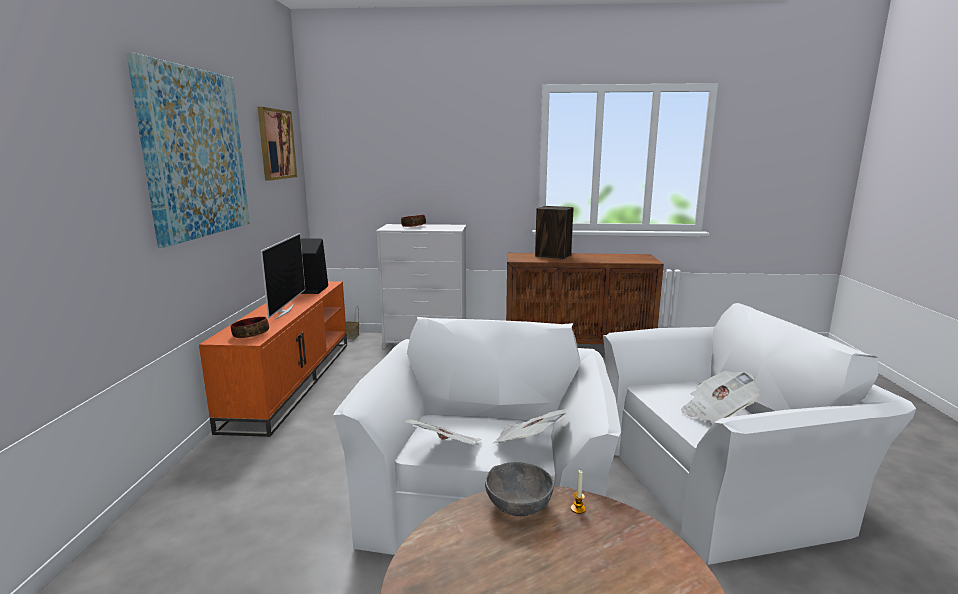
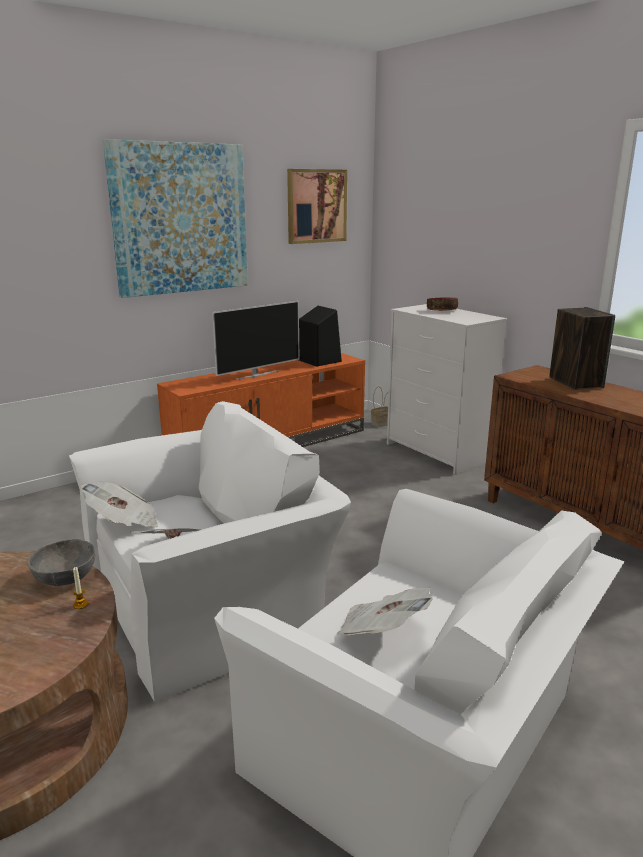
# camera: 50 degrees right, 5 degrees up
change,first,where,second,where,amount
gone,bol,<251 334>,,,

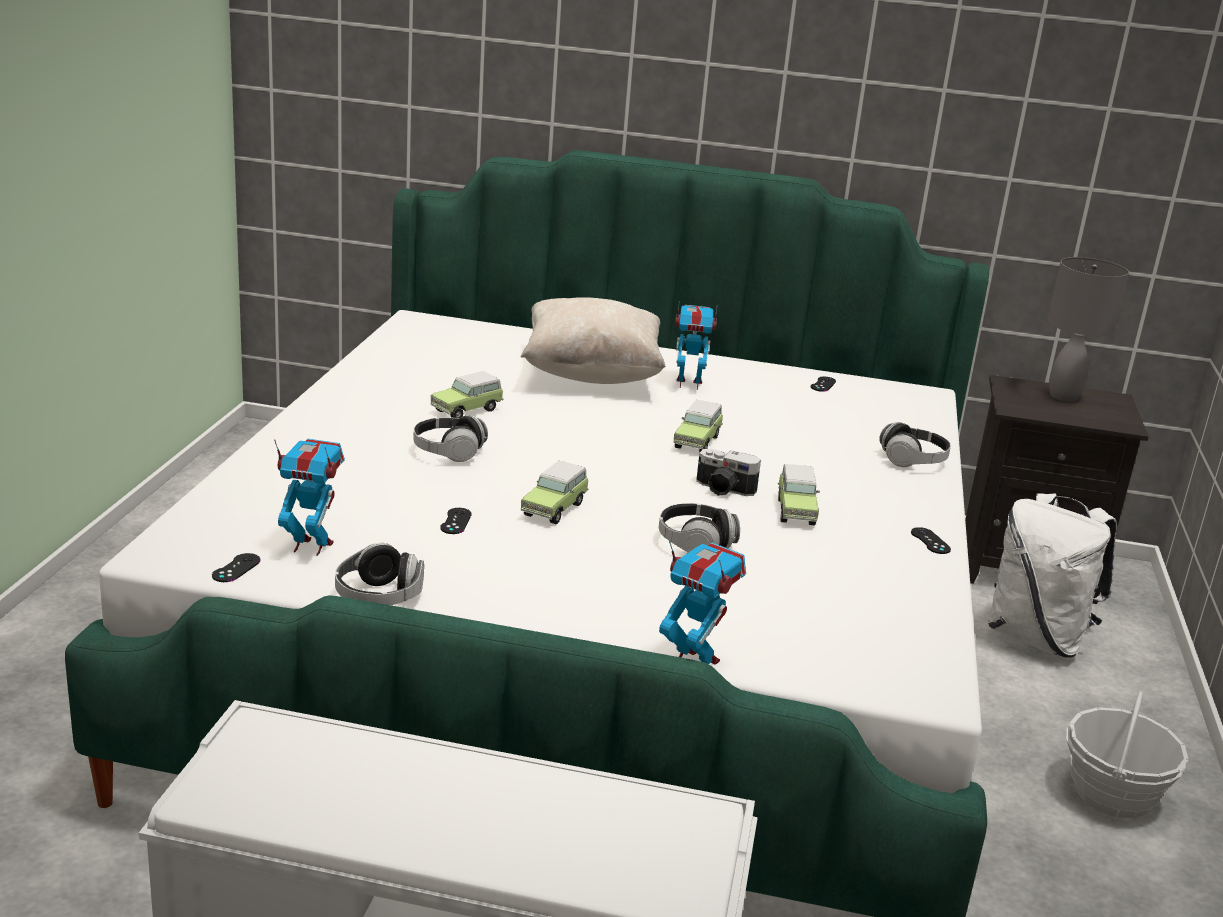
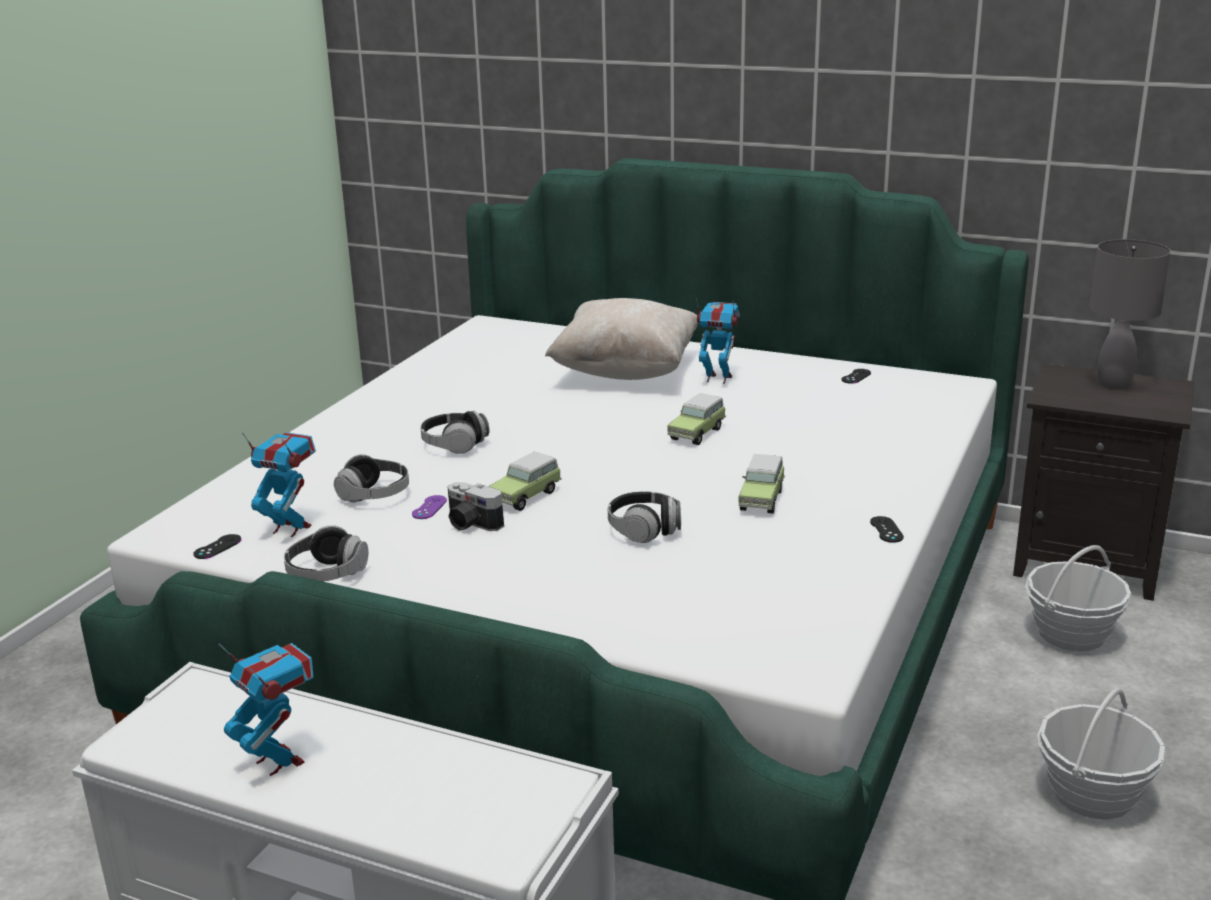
# camera: 15 degrees right, 0 degrees up
change,first,where,second,where,amount
gone,petite voiture,<468 410>,,,
repainted,manette (noir),<456 521>,manette (violet),<429 507>,
shifted,robot jouet,<694 660>,,<279 761>,
shifted,appareil photo,<723 490>,,<471 524>,
shifted,casque audio,<912 461>,,<374 495>,
swapped,sac à dos (blanc),<1037 638>,panier,<1071 634>,

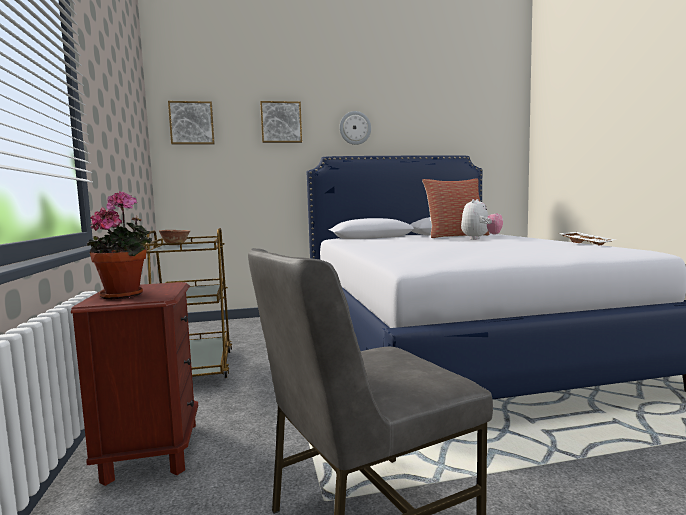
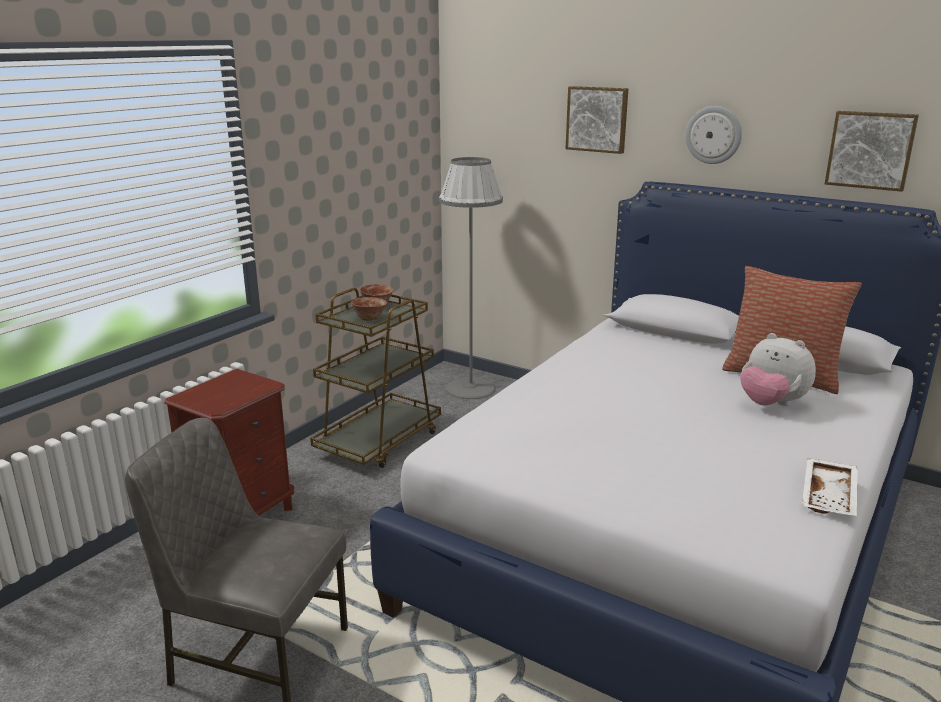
# camera: 45 degrees right, 15 degrees up
change,first,where,second,where,amount
gone,plante en pot,<126 294>,,,
shifted,tableau,<192 123>,,<870 150>,
rotated,peluche,<480 239>,,<771 404>,60 degrees clockwise
new,,,bol,<369 318>,
new,,,lampadaire (gris),<471 388>,

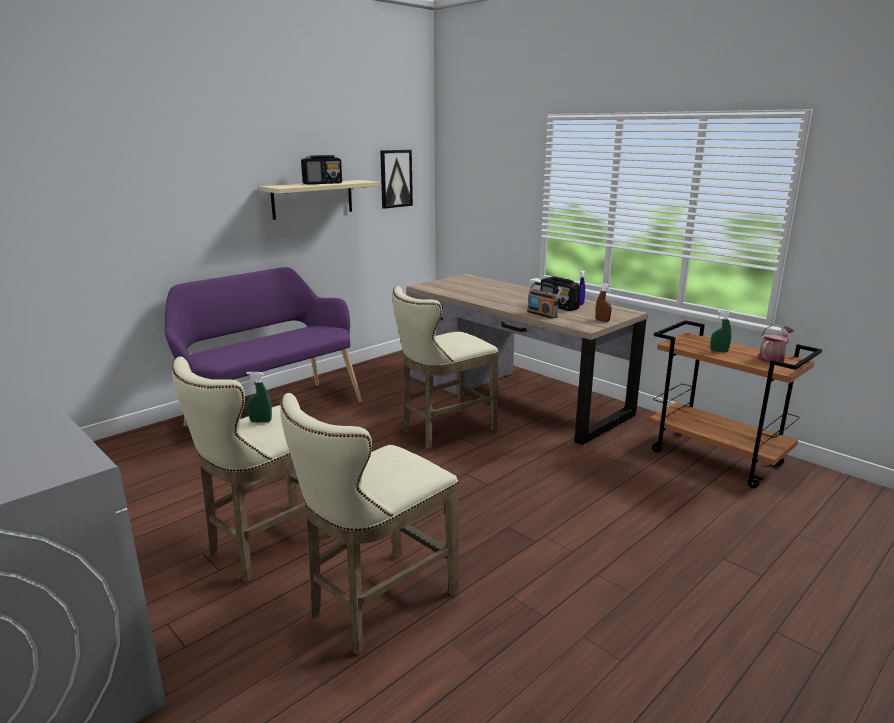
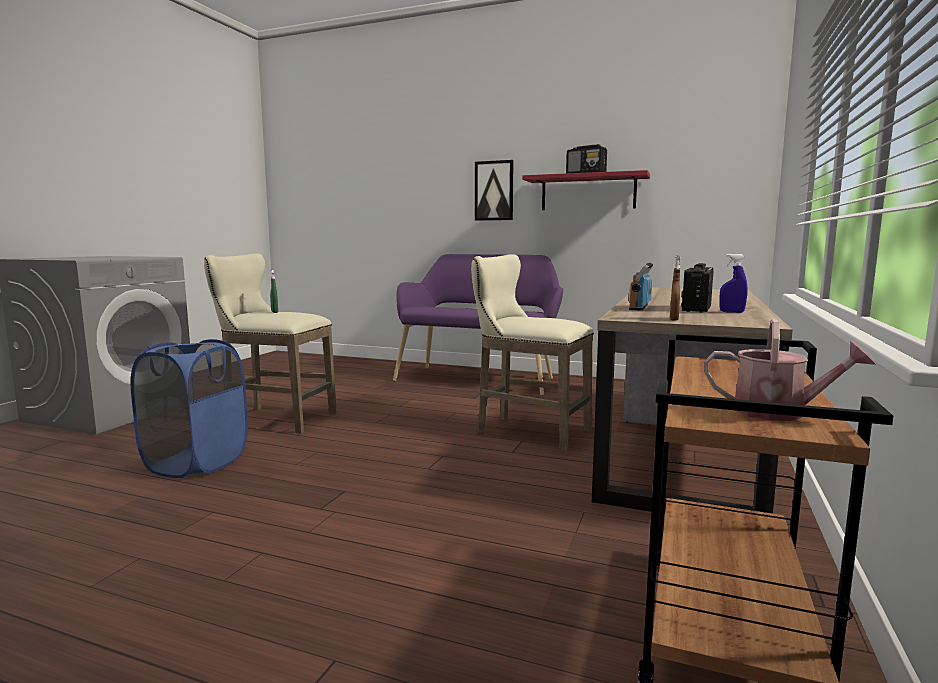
# camera: 65 degrees right, 10 degrees down
change,first,where,second,where,amount
repainted,étagère (beige),<312 199>,étagère (rouge),<588 193>,
swapped,tabouret (beige),<375 605>,panier à linge (bleu),<197 463>,
shifted,tableau,<395 178>,,<494 191>,
gone,vaporisateur (vert),<719 351>,,,

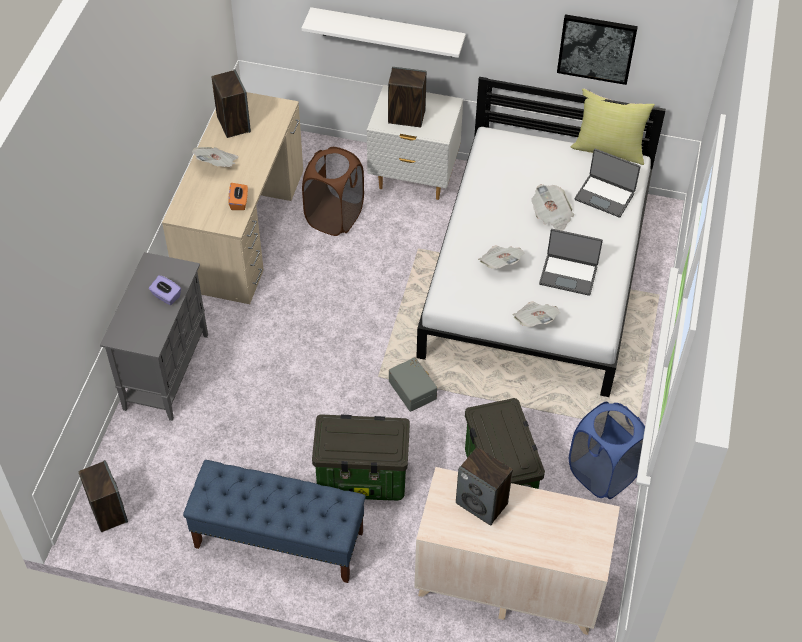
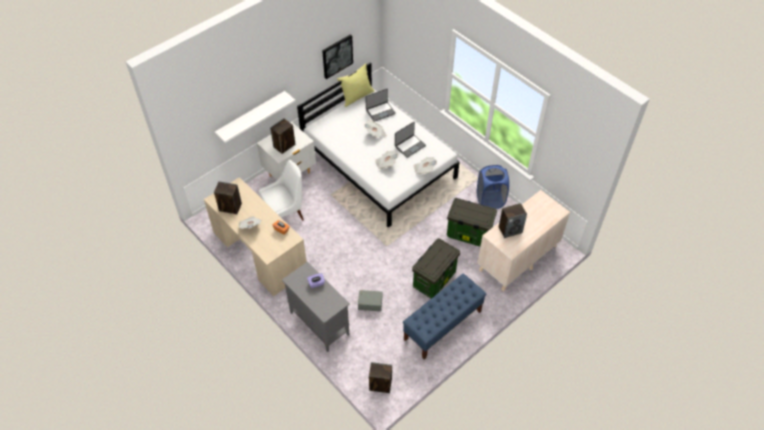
# camera: 55 degrees left, 0 degrees up
change,first,where,second,where,amount
swapped,panier à linge (marron),<334 217>,chaise (blanc),<285 214>,
shifted,boîte de rangement (gris),<413 389>,,<370 302>,

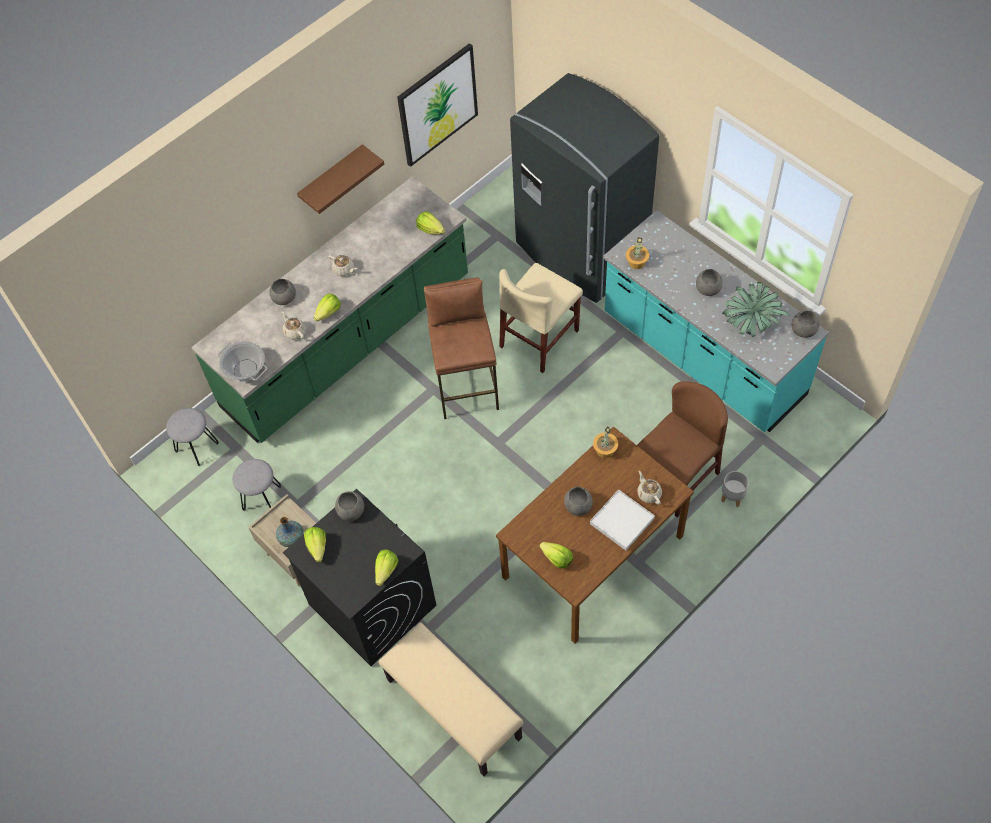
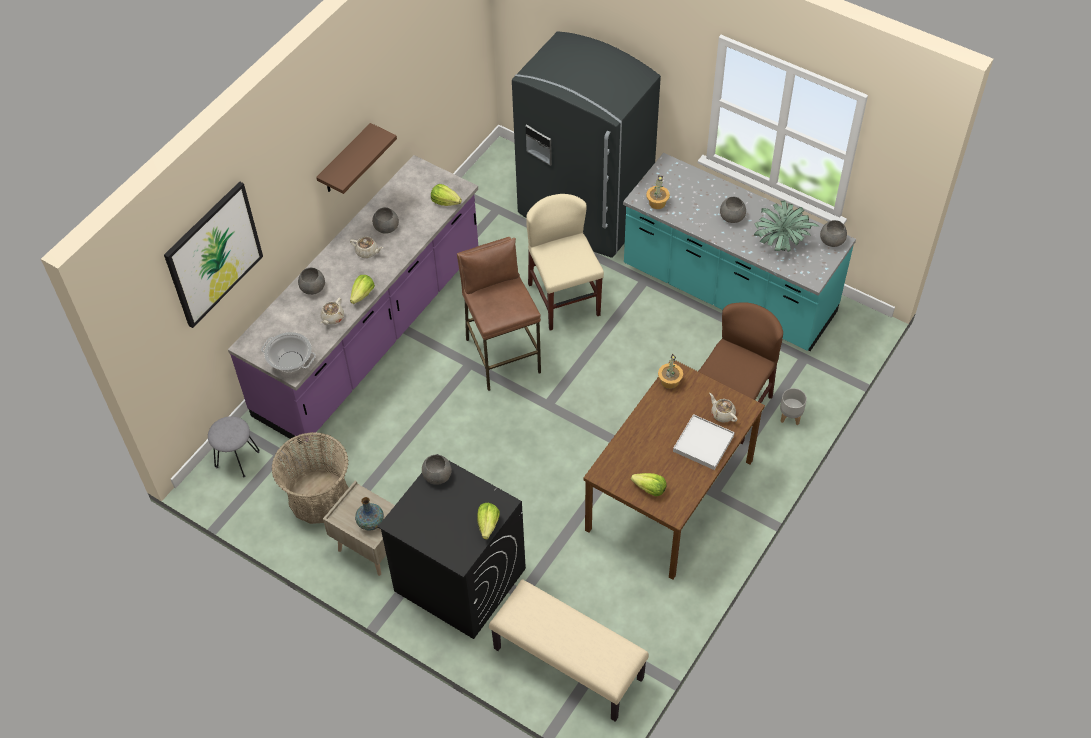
# camera: 15 degrees left, 5 degrees down
change,first,where,second,where,amount
repainted,comptoir de cuisine (vert),<348 343>,comptoir de cuisine (violet),<370 334>,
swapped,tabouret (gris),<261 498>,panier,<318 497>,
rotated,théière (beige),<295 331>,,<332 318>,105 degrees counterclockwise
gone,laitue,<317 547>,,,
shifted,tableau,<437 105>,,<213 254>,
rotated,chaise (beige),<539 338>,,<564 299>,135 degrees clockwise
shifted,bol (gris),<578 506>,,<386 227>,

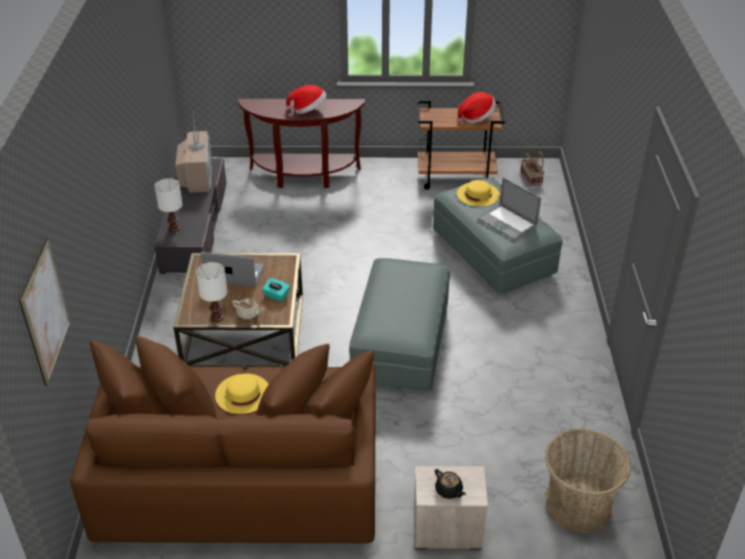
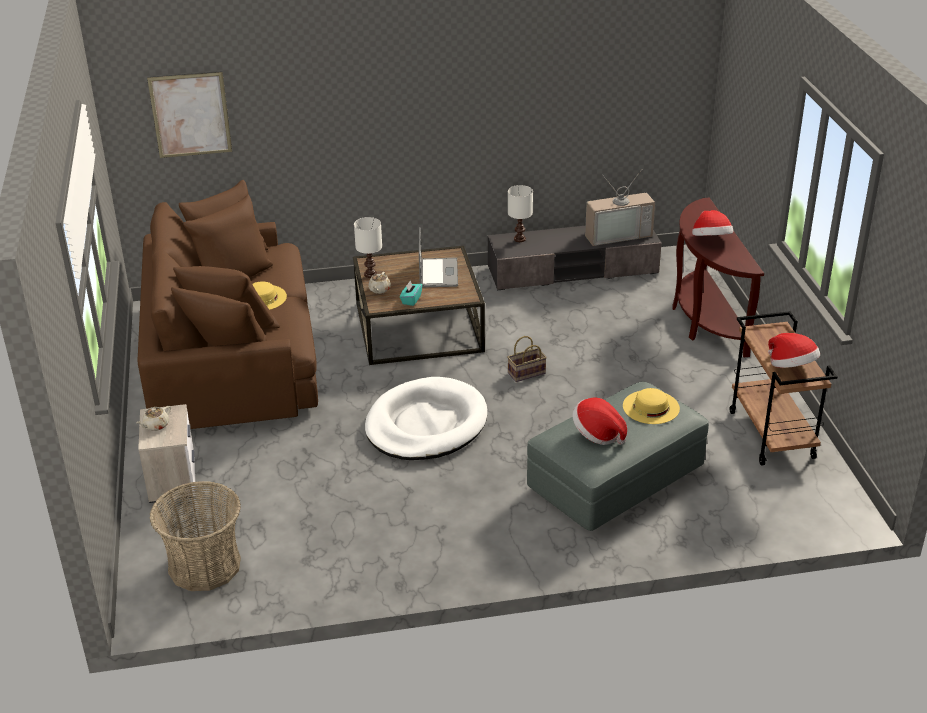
# camera: 80 degrees right, 5 degrees down
change,first,where,second,where,amount
swapped,pouf (gris),<401 342>,panier pour chien (blanc),<426 424>,
repainted,théière (noir),<449 491>,théière (beige),<155 425>,
swapped,ordinateur portable,<507 222>,chapeau,<597 434>,
shifted,panier,<531 179>,,<526 374>,

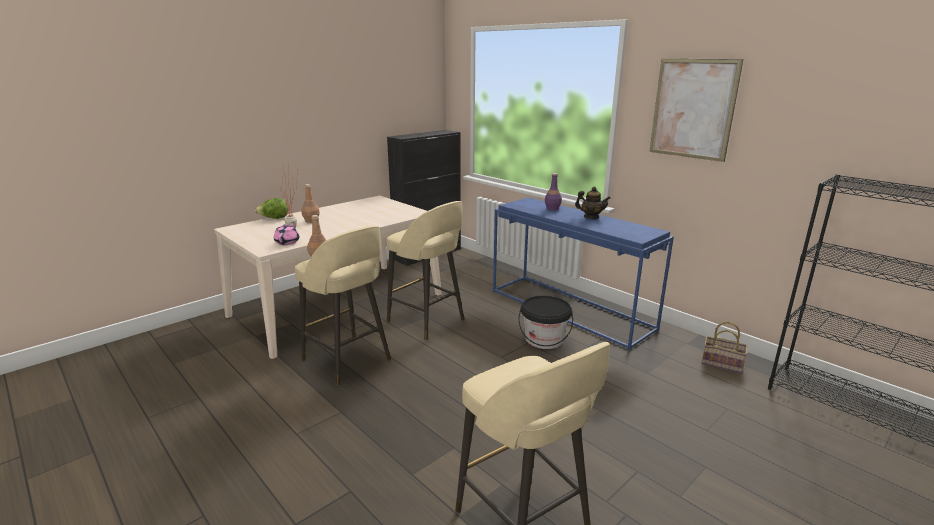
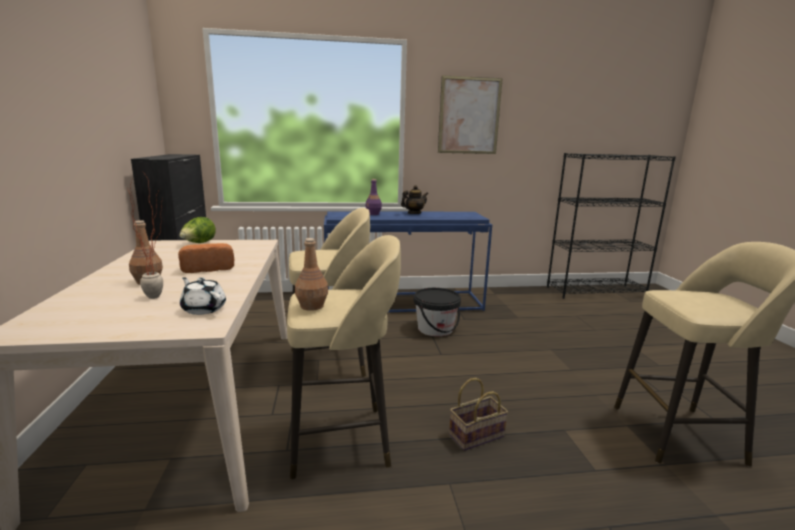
# camera: 55 degrees left, 5 degrees down
change,first,where,second,where,amount
shifted,laitue,<274 218>,,<198 243>,
repainted,théière (rose),<287 242>,théière (blanc),<203 309>,
shifted,panier,<723 363>,,<477 434>,
new,,,pain,<208 268>,

